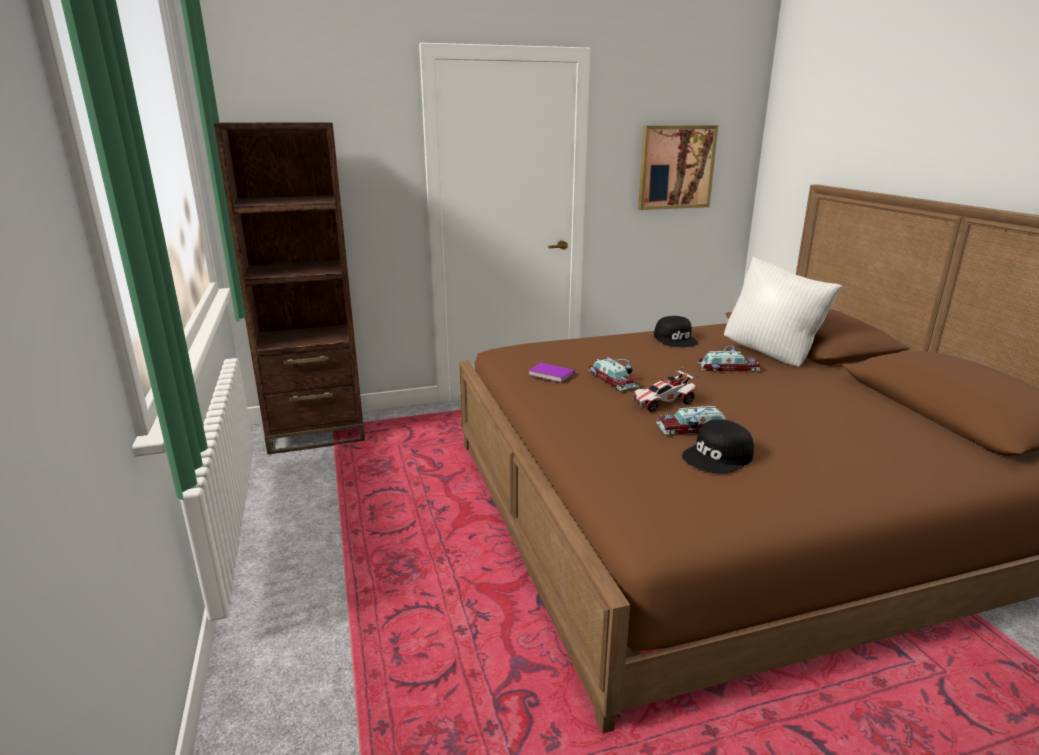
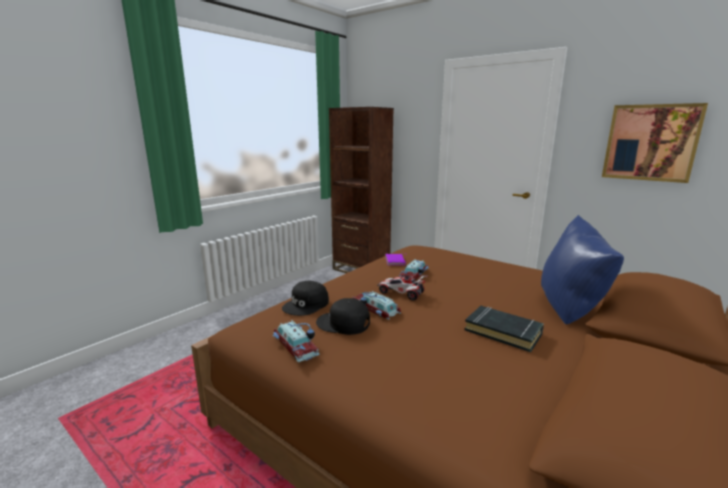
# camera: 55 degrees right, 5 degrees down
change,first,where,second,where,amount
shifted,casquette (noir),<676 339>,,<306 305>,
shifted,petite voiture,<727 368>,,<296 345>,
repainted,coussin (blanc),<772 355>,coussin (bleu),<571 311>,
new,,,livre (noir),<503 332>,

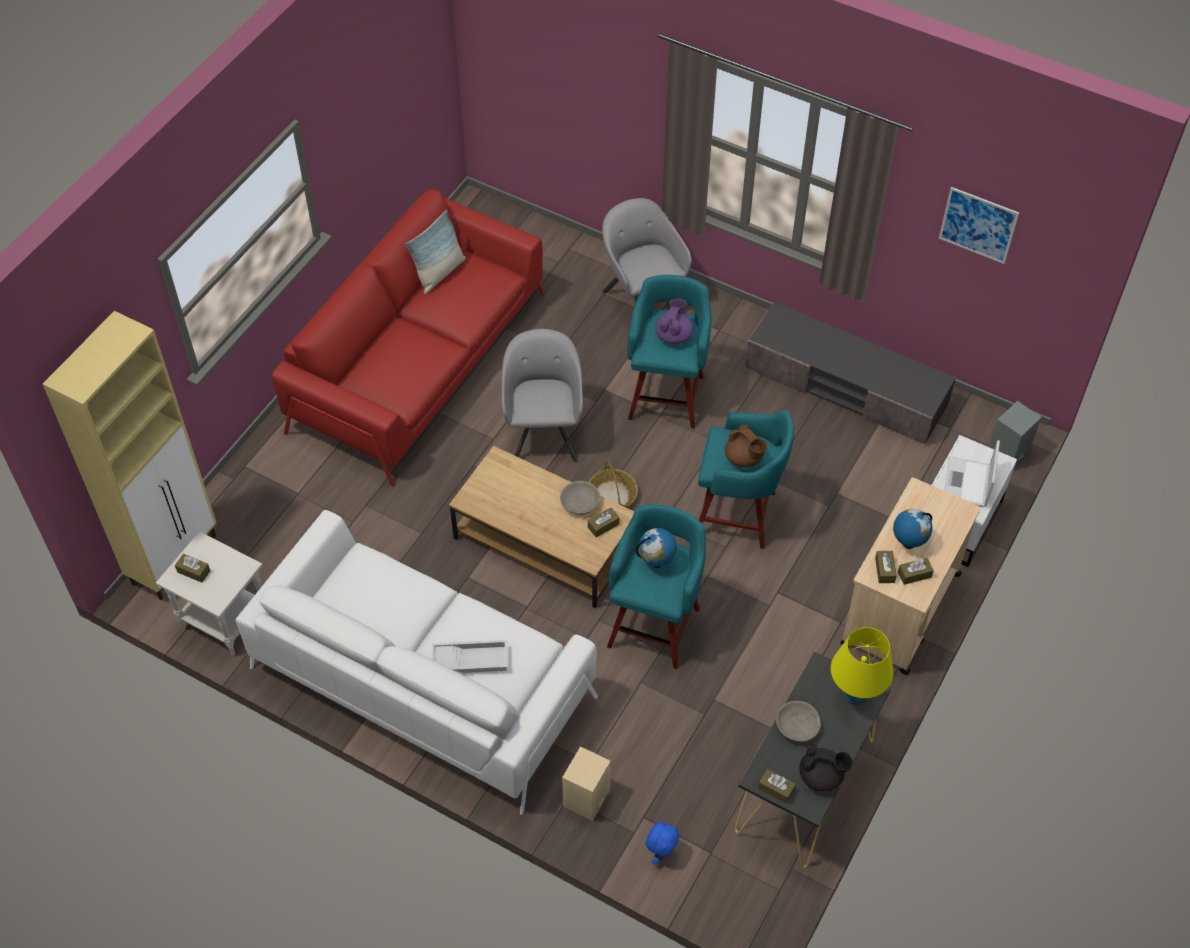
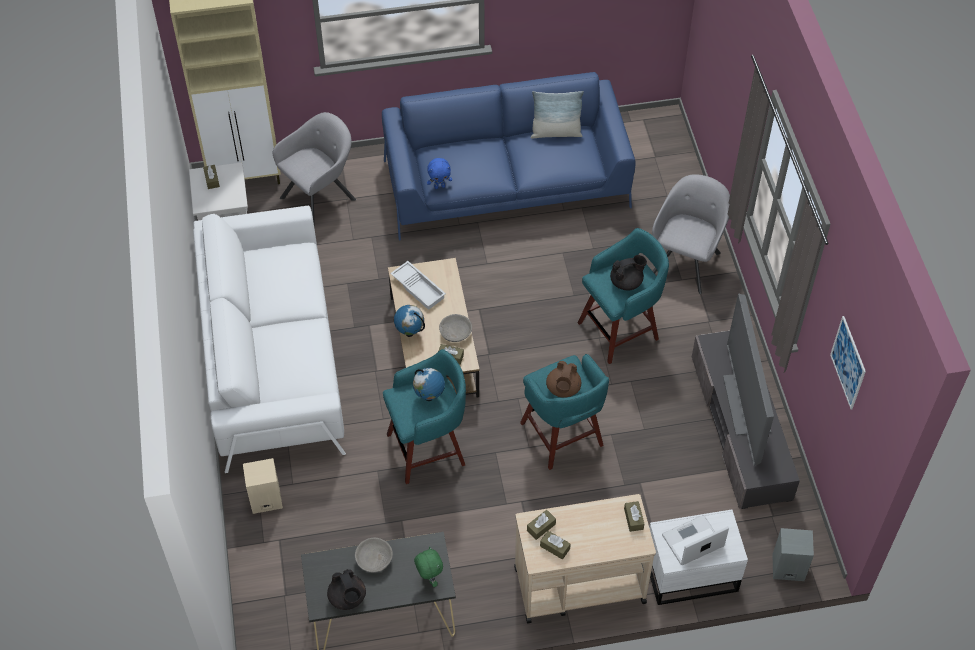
# camera: 50 degrees right, 0 degrees up
change,first,where,second,where,amount
repainted,canapé (rouge),<418 362>,canapé (bleu),<506 183>,
shifted,plateau (blanc),<471 659>,,<419 287>,
shifted,fauteuil (gris),<543 432>,,<320 197>,
gone,panier,<612 495>,,,
shifted,peluche (bleu),<661 853>,,<439 186>,
repainted,théière (violet),<674 335>,théière (noir),<626 282>,
shifted,boîte à mouchoirs (marron),<776 789>,,<633 519>,
swapped,lampe de table (jaune),<855 696>,peluche (vert),<429 578>,
shifted,globe,<908 543>,,<410 332>,
new,,,téléviseur,<746 405>,

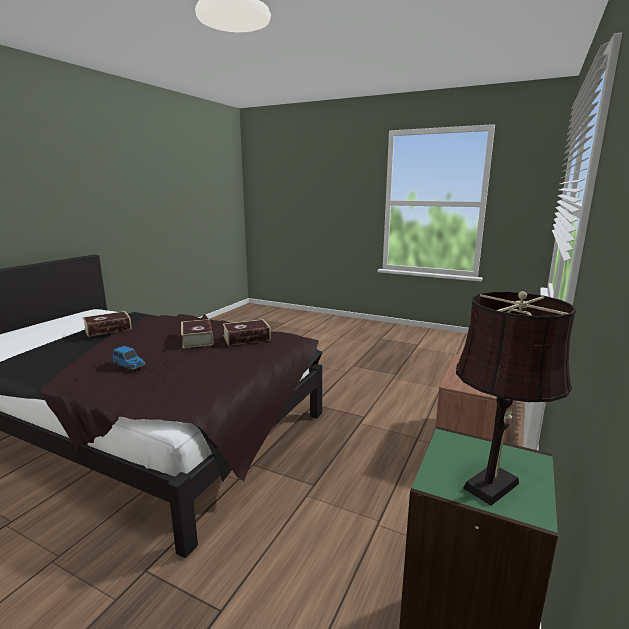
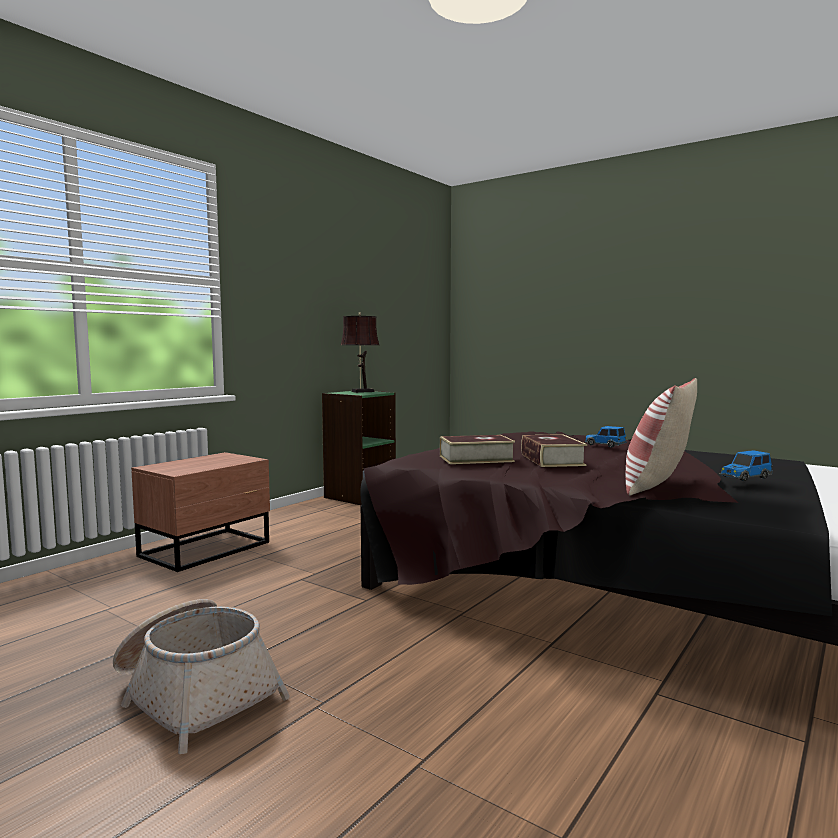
# camera: 170 degrees left, 10 degrees down
change,first,where,second,where,amount
swapped,livre,<108 329>,petite voiture,<744 477>,
new,,,panier,<195 694>,
new,,,coussin,<656 486>,

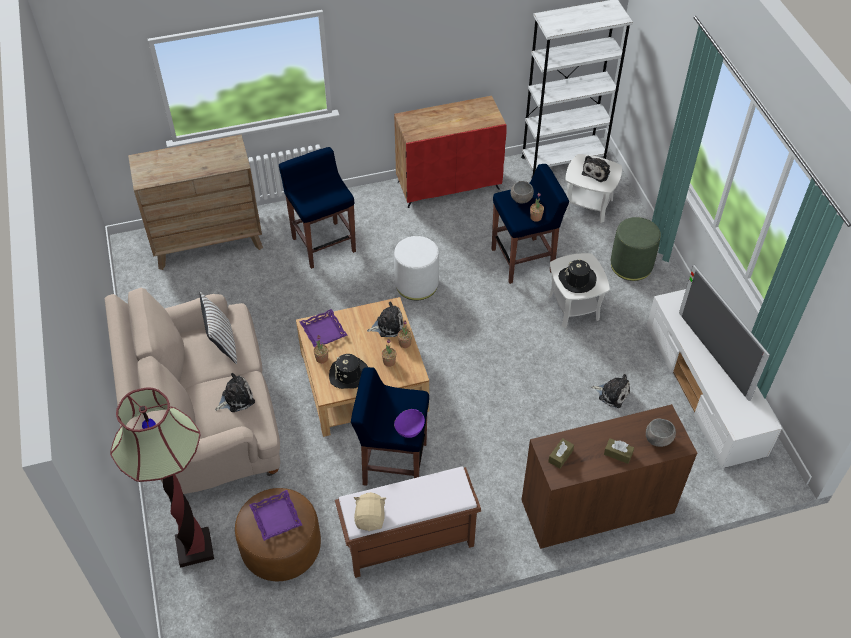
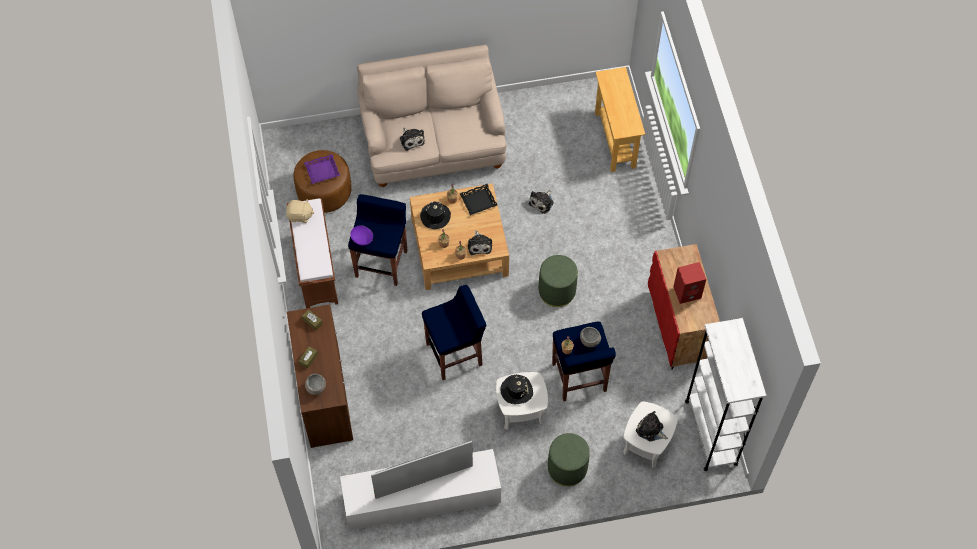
# camera: 95 degrees right, 10 degrees up
change,first,where,second,where,amount
gone,lampadaire,<195 548>,,,
swapped,commode (marron),<208 242>,table console (beige),<615 140>,
gone,coussin (blanc),<222 344>,,,
shifted,tabouret (bleu),<323 244>,,<455 354>,
repainted,plateau (violet),<324 331>,plateau (noir),<478 201>,
repainted,pouf (blanc),<416 284>,pouf (vert),<557 291>,
shifted,peluche,<612 393>,,<542 202>,
new,,,enceinte (rouge),<687 292>,

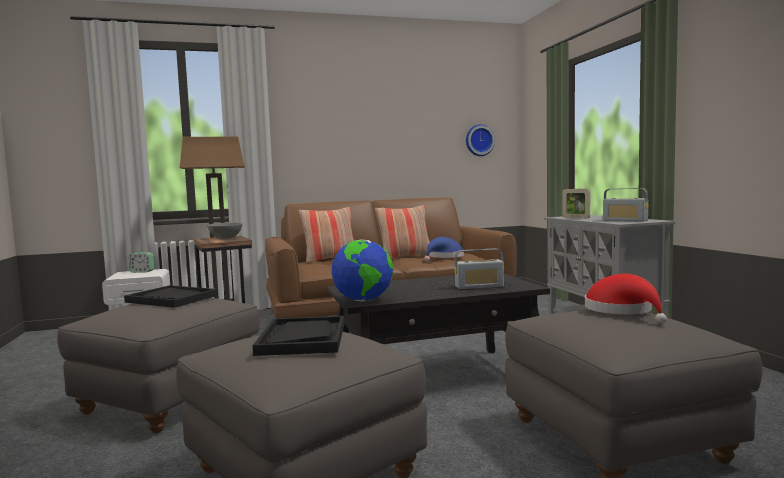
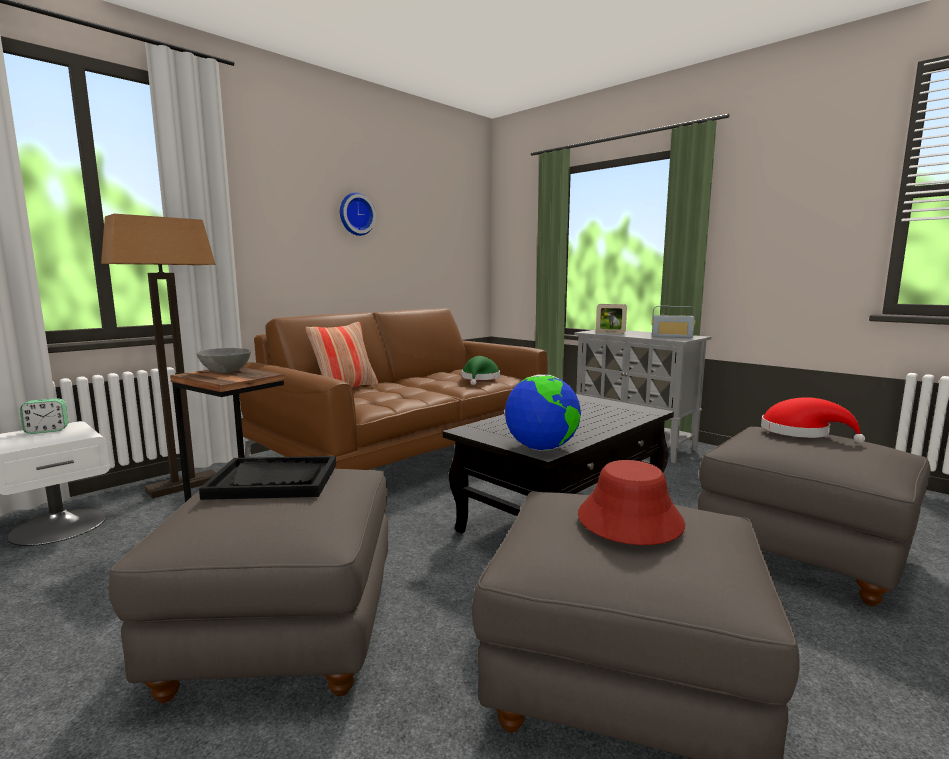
# camera: 30 degrees left, 5 degrees up
change,first,where,second,where,amount
swapped,plateau (noir),<302 338>,chapeau (rouge),<629 520>,
gone,coussin,<405 257>,,,
repainted,chapeau (bleu),<444 257>,chapeau (vert),<480 379>,
gone,radio,<479 286>,,,
shifted,horloge murale,<479 140>,,<355 214>,

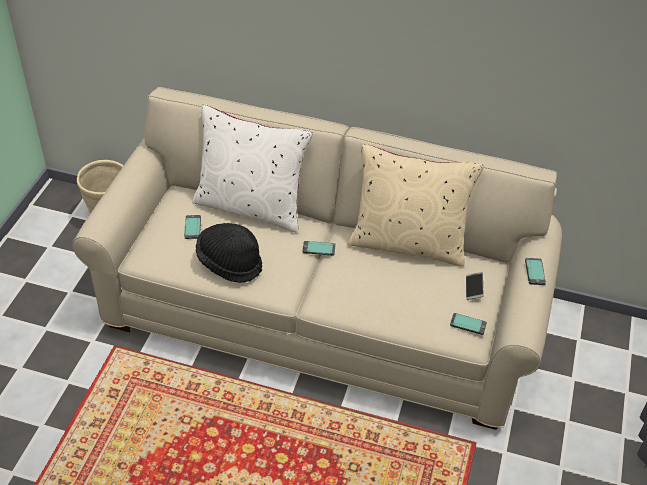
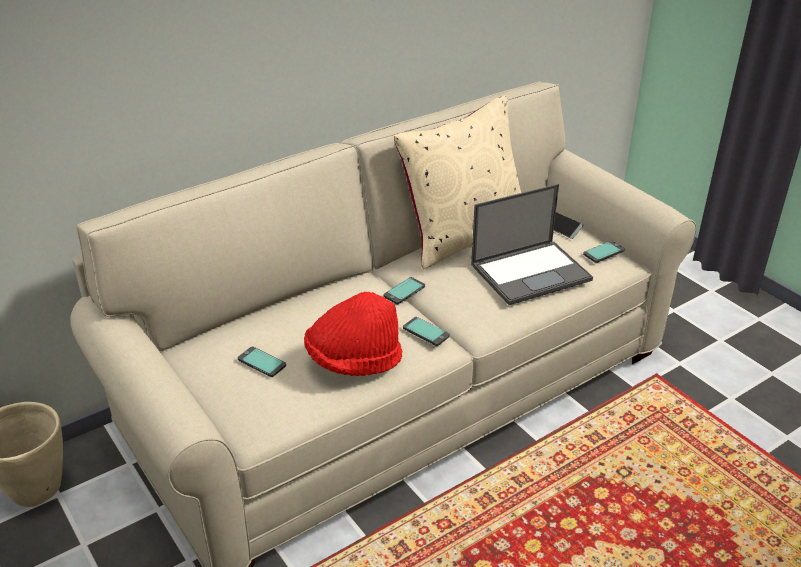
# camera: 50 degrees left, 10 degrees down
change,first,where,second,where,amount
gone,coussin (blanc),<251 206>,,,
repainted,chapeau (noir),<229 263>,chapeau (rouge),<354 360>,
shifted,téléphone,<535 272>,,<426 332>,
new,,,ordinateur portable,<531 272>,

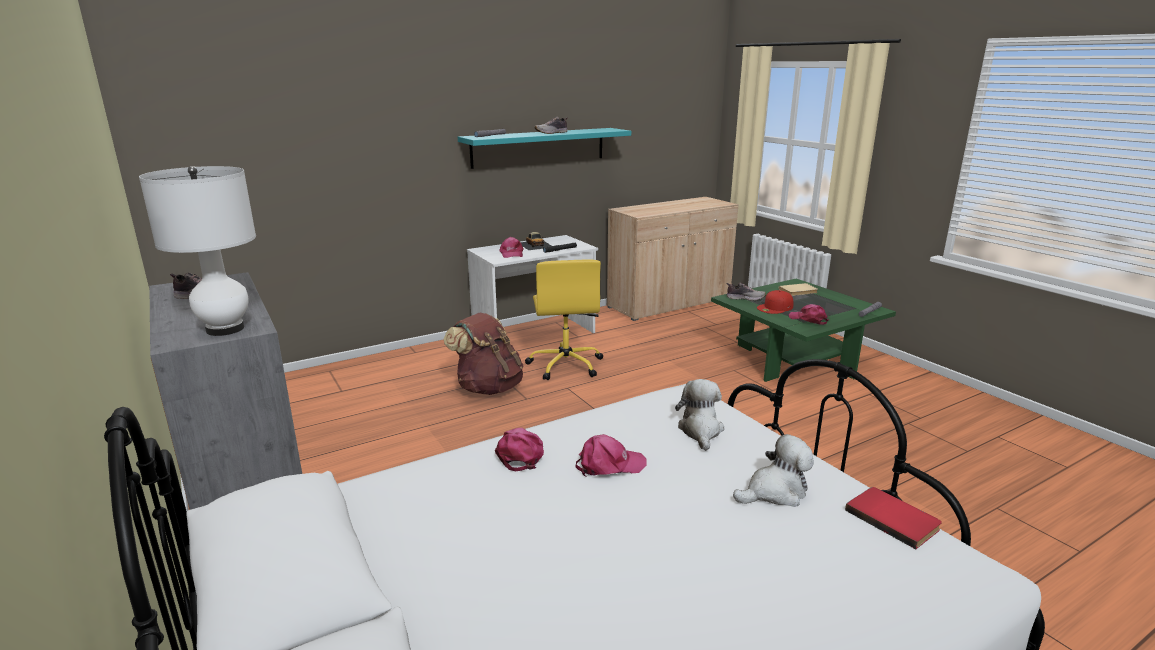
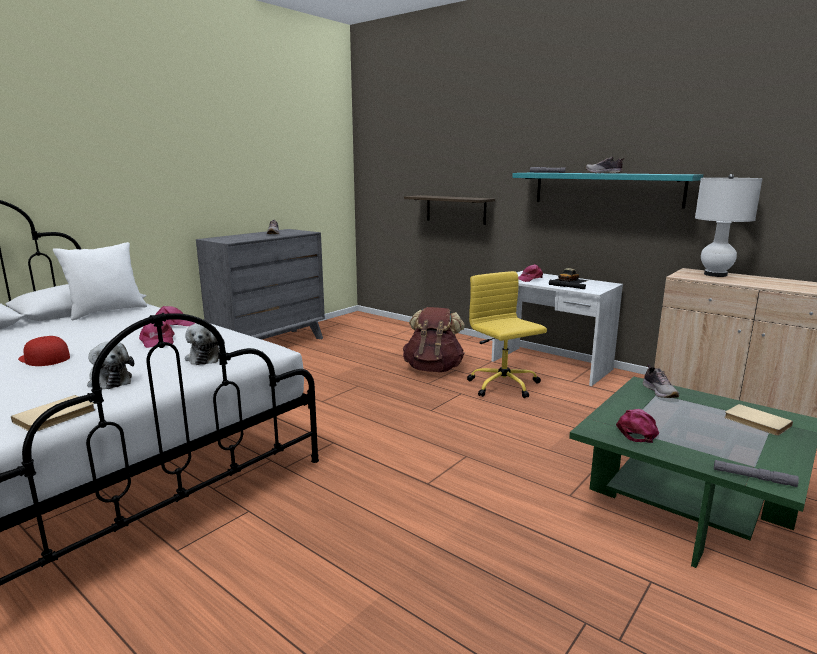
# camera: 70 degrees right, 5 degrees down
change,first,where,second,where,amount
shifted,lampe de table (blanc),<225 329>,,<715 274>,
rotated,chaise de bureau (jaune),<566 365>,,<504 386>,90 degrees clockwise
rotated,peluche,<700 431>,,<205 357>,90 degrees clockwise
shifted,casquette (rouge),<775 308>,,<44 358>,
repainted,livre (rouge),<893 518>,livre (beige),<56 416>,
new,,,coussin (blanc),<107 312>,
new,,,étagère,<455 209>,

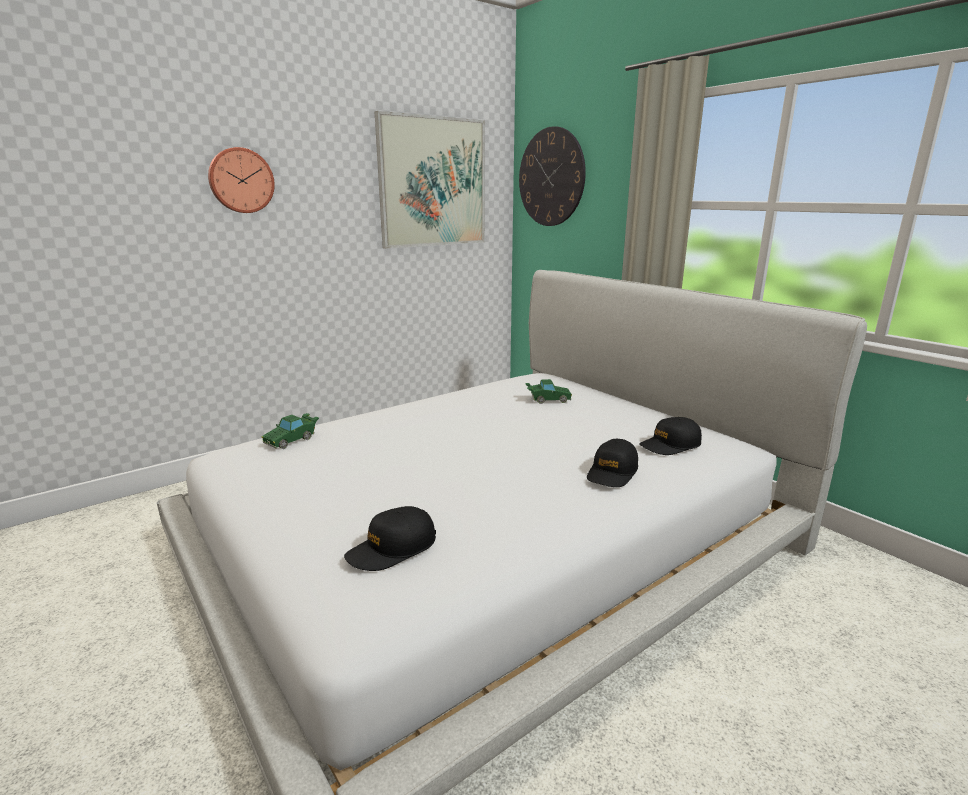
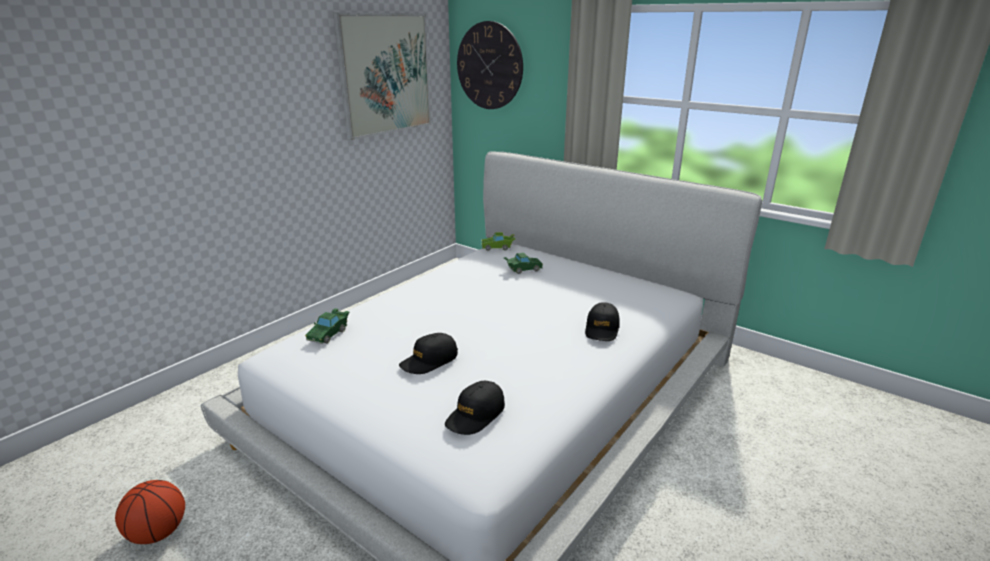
# camera: 15 degrees left, 5 degrees up
change,first,where,second,where,amount
gone,horloge murale,<241 180>,,,
shifted,casquette (noir),<670 445>,,<429 361>,
new,,,ballon de basket,<158 533>,
new,,,petite voiture (vert),<498 247>,

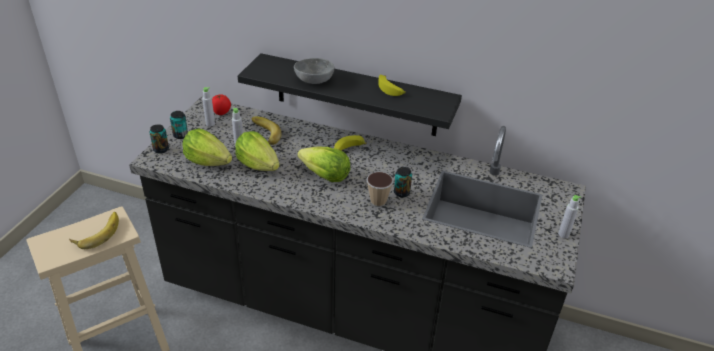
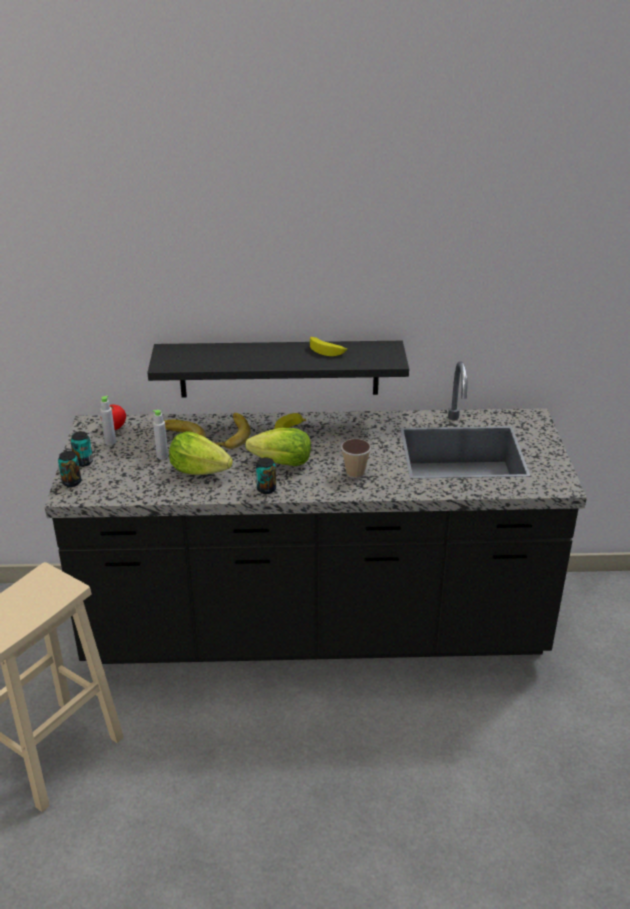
# camera: 20 degrees left, 5 degrees down
change,first,where,second,where,amount
shifted,banane,<97 232>,,<230 434>,
gone,laitue,<207 161>,,,
gone,bol (gris),<314 80>,,,
shifted,boîte métallique,<401 193>,,<266 489>,
gone,bouteille (gris),<563 234>,,,

